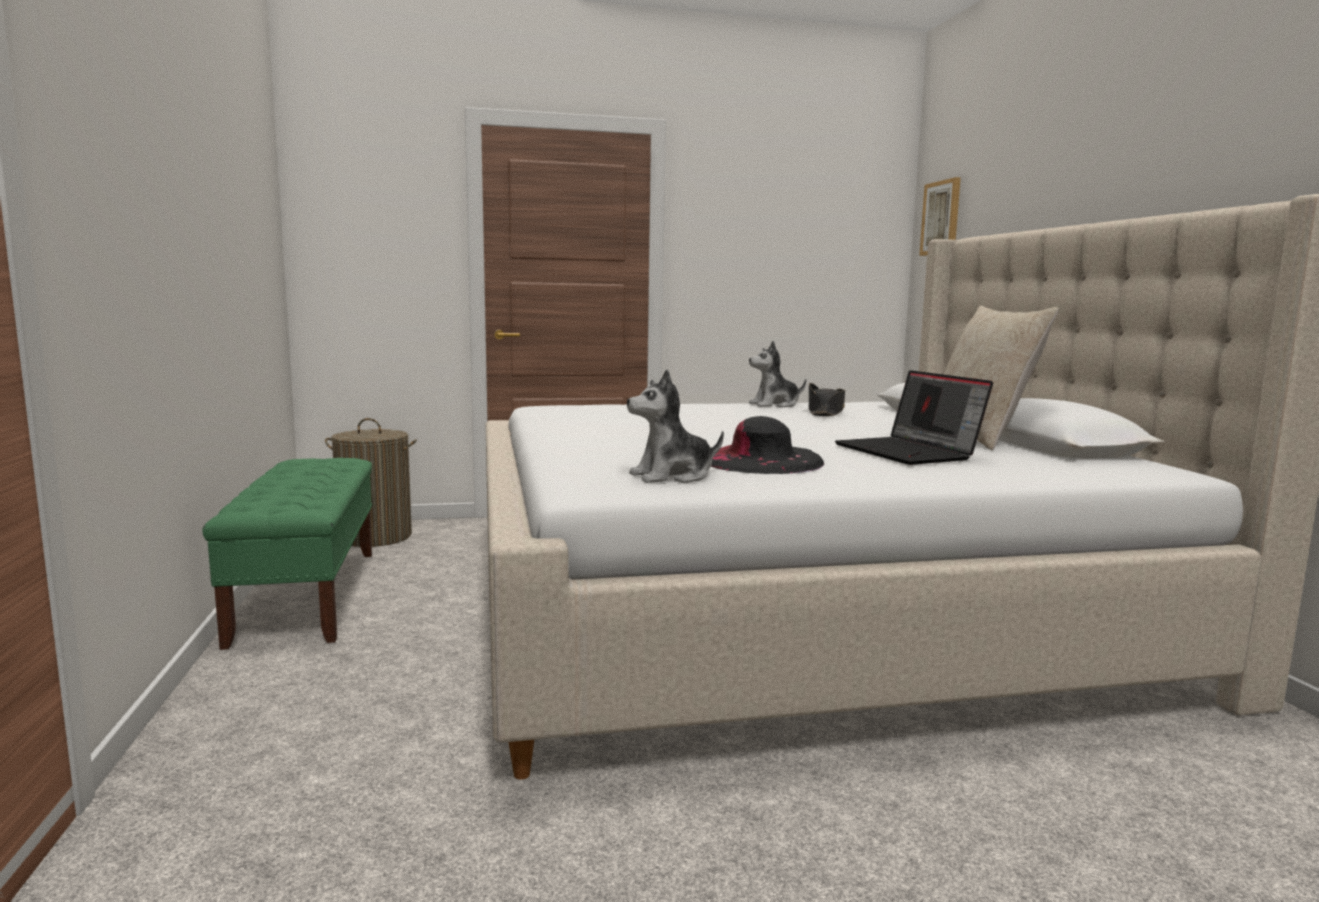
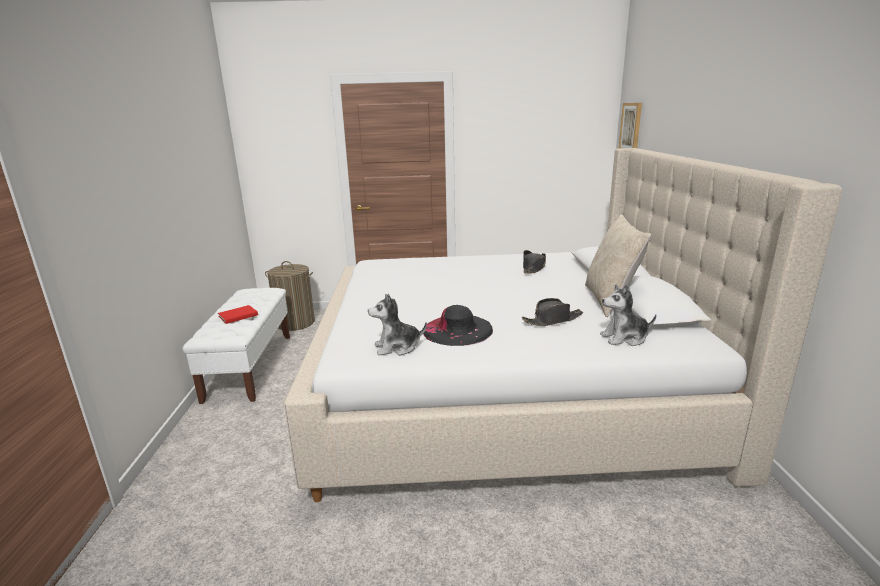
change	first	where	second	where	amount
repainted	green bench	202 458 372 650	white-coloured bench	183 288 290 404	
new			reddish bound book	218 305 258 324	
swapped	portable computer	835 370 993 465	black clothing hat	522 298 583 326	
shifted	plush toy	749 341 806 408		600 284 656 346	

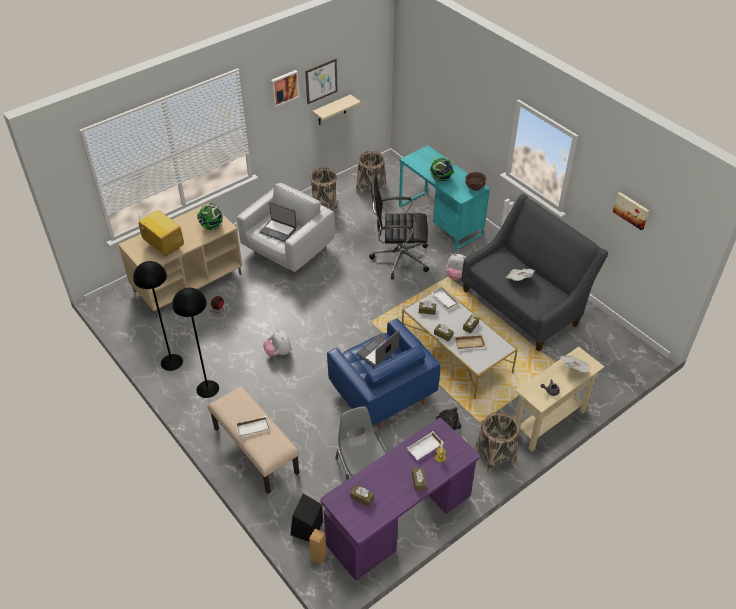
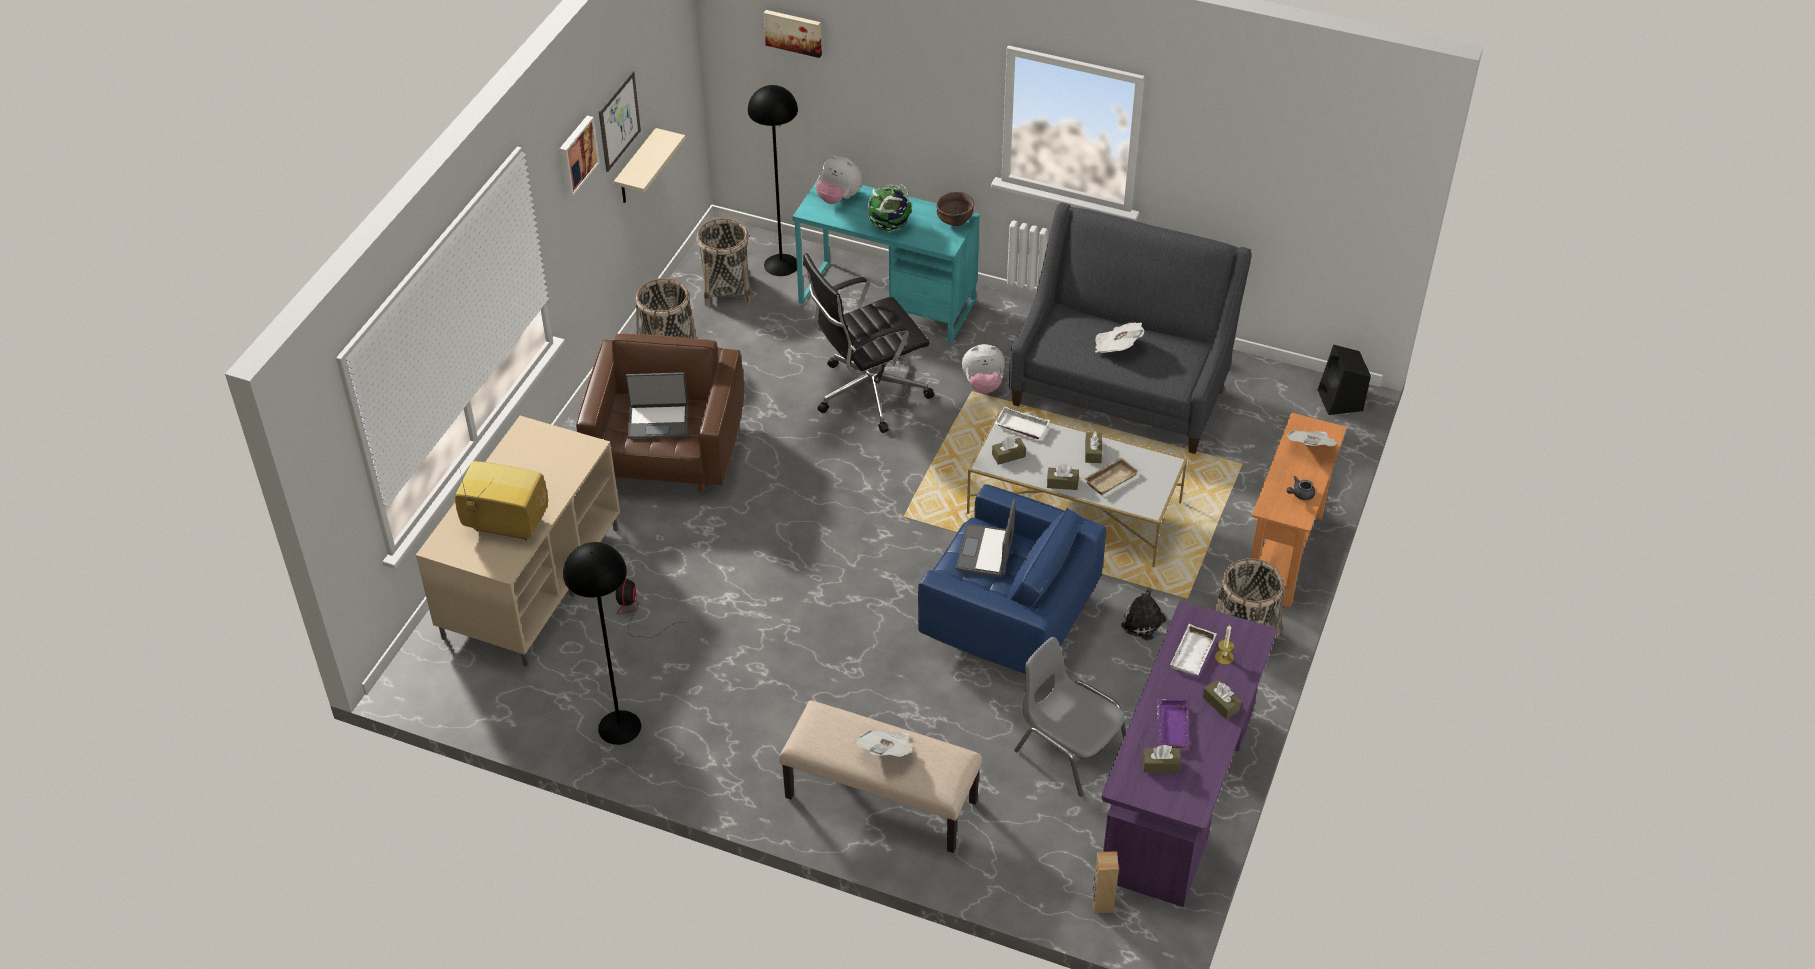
change	first	where	second	where	amount
repainted	white-coloured armchair	237 183 335 273	brownish armchair	576 334 744 492	
shifted	black standard lamp	172 288 219 398		748 85 798 276	
shifted	picture	613 192 649 231		764 10 822 58	
shifted	plush toy	263 330 291 356		815 155 862 204	
swapped	white-coloured serving tray	236 416 270 436	newspaper	856 729 913 757	
new			purple serving tray	1157 699 1189 748	
repainted	sand-coloured console table	515 347 605 452	orange-coloured console table	1251 412 1347 607	
shifted	black speaker	290 494 323 542		1318 345 1371 415	
gone	globe	197 202 223 230			

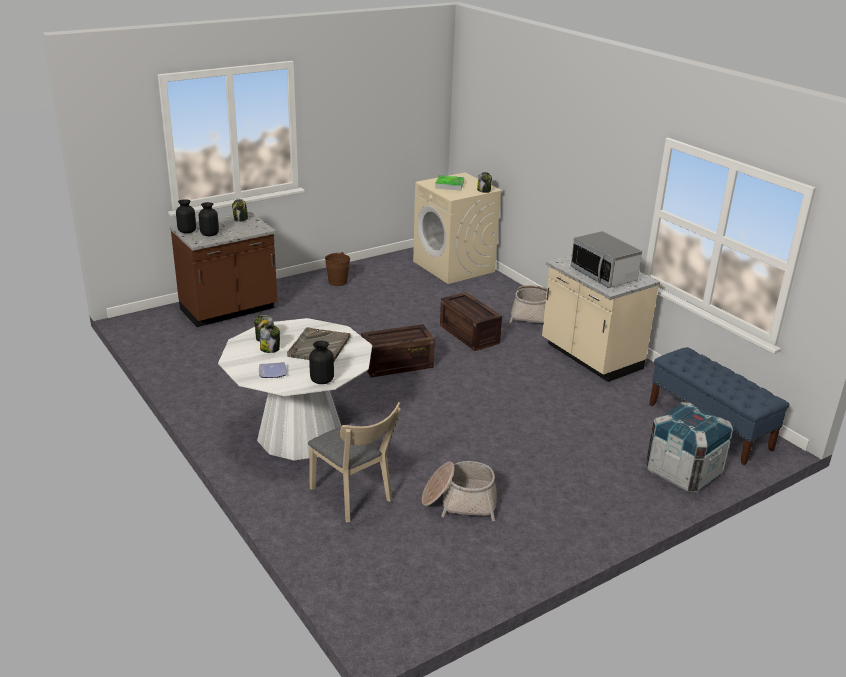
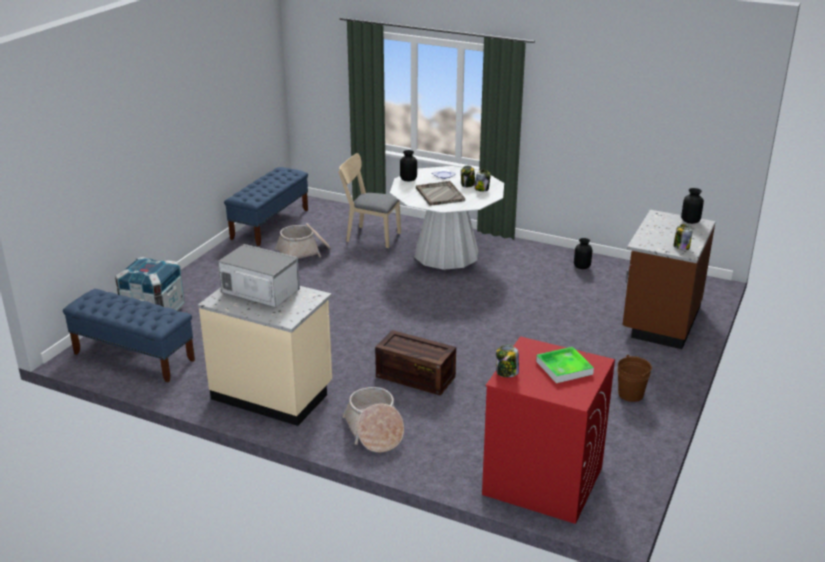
change	first	where	second	where	amount
new			bluish bench	224 167 308 246	
repainted	sand-coloured washing machine	413 173 503 284	reddish washing machine	482 336 615 524	
shifted	black decorative vase	199 202 219 236		574 238 592 269	
gone	packing crate	361 324 435 378			

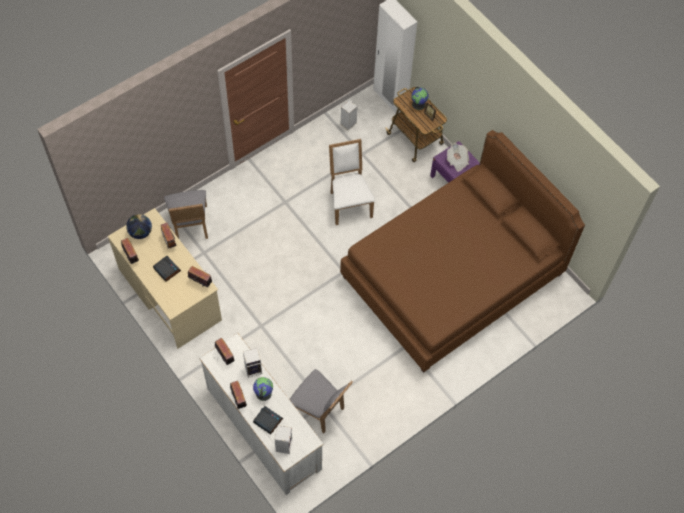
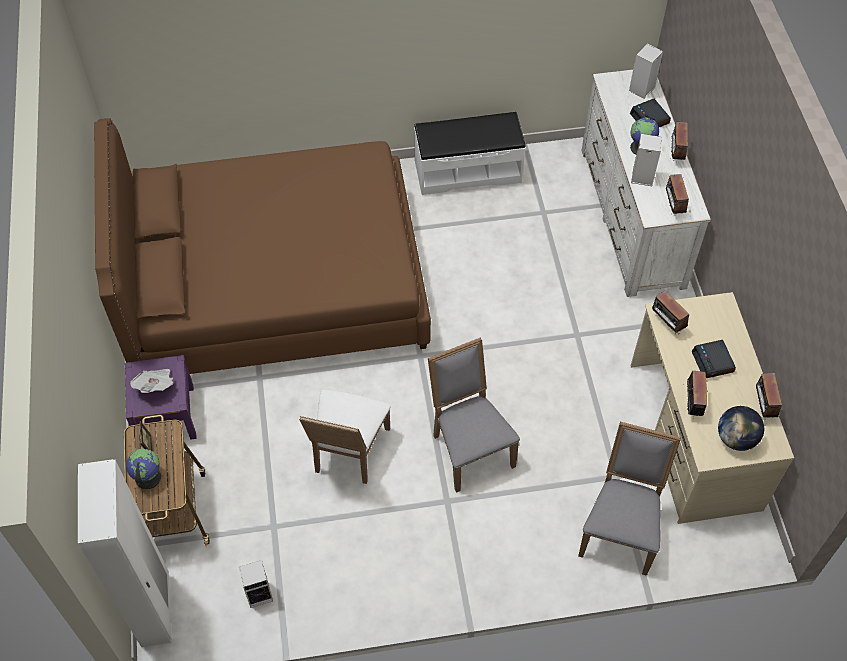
change	first	where	second	where	amount
new			white-coloured bench	414 112 526 195	
shifted	gray chair	289 369 353 433		428 337 520 493	

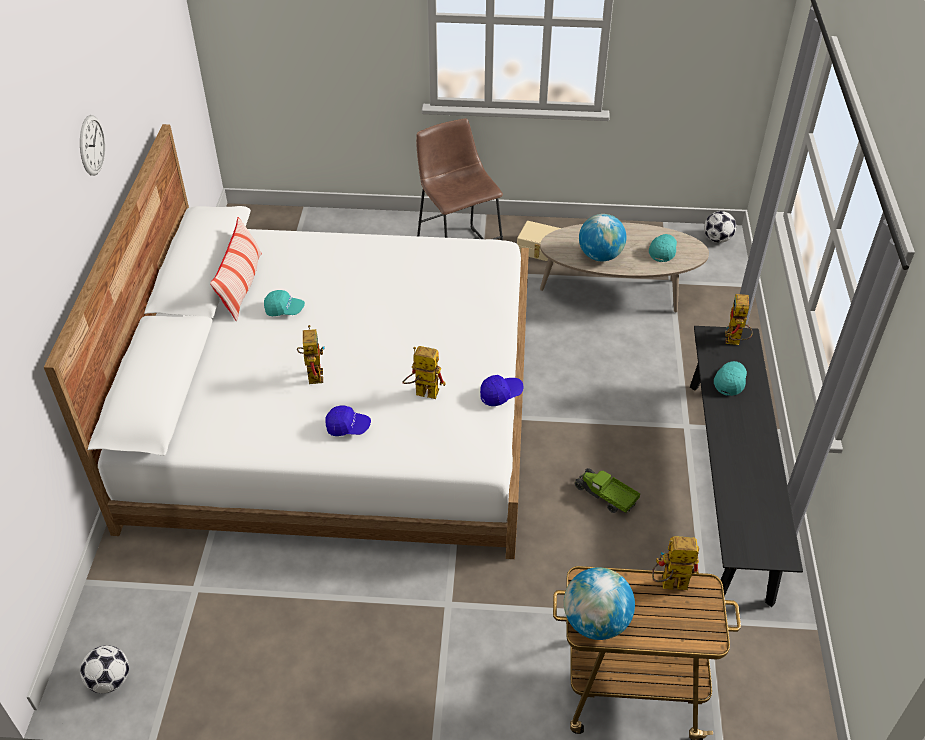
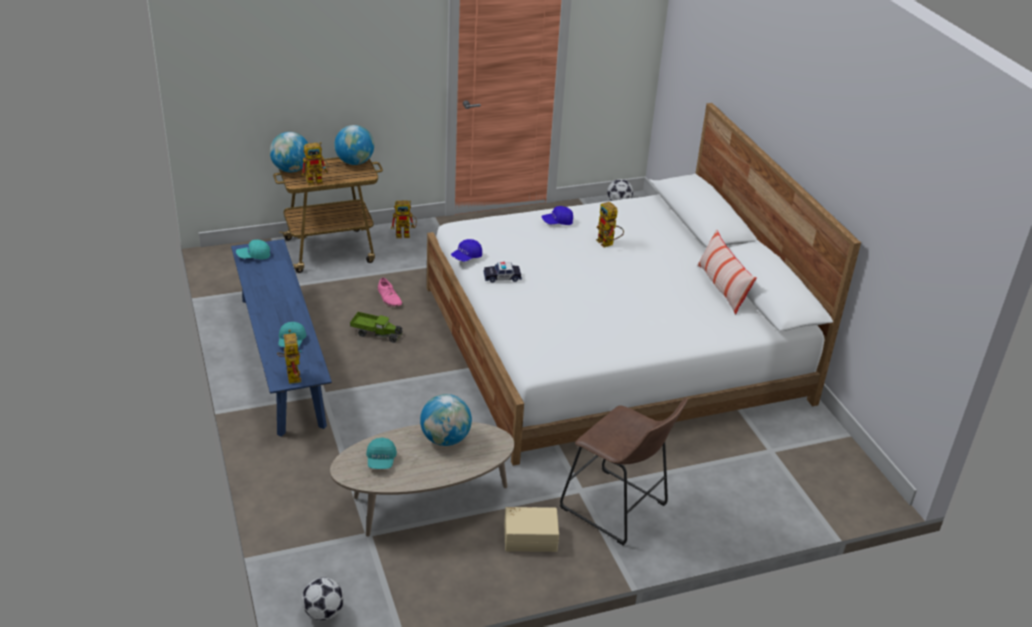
change	first	where	second	where	amount
repainted	black bench	690 326 803 607	bluish bench	231 239 332 437	
shifted	turquoise peaked cap	264 290 305 316		236 240 270 259	
new			globe	270 132 308 172	
new			pink-coloured shoe	378 278 402 307	
shifted	model robot	402 346 446 399		391 200 417 238	
new			model car	483 262 522 283	
gone	hanging clock	80 115 105 176			

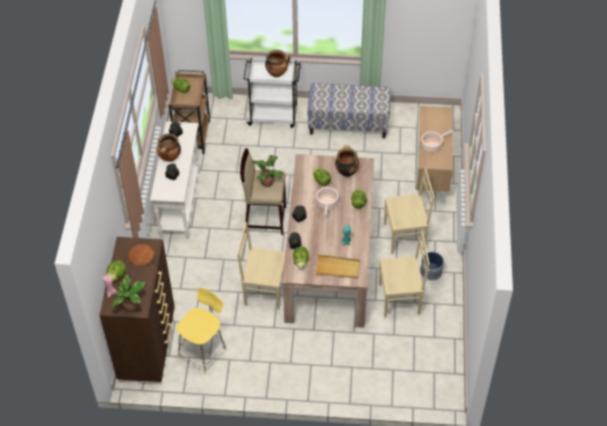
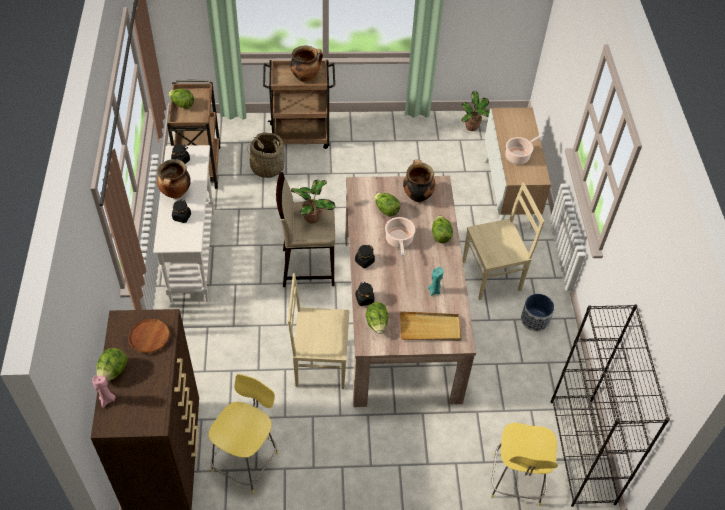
change	first	where	second	where	amount
new			storage basket	247 132 285 178	
repainted	white-coloured cart	243 58 301 128	brownish cart	263 60 335 149	
shifted	potted plant	112 274 146 312		461 91 490 131	
new			yellow-coloured stool	491 423 558 506	
new			black bookshelf	551 304 670 507	
gone	bench	308 83 391 138			
gone	sand-coloured chair	379 231 430 317			

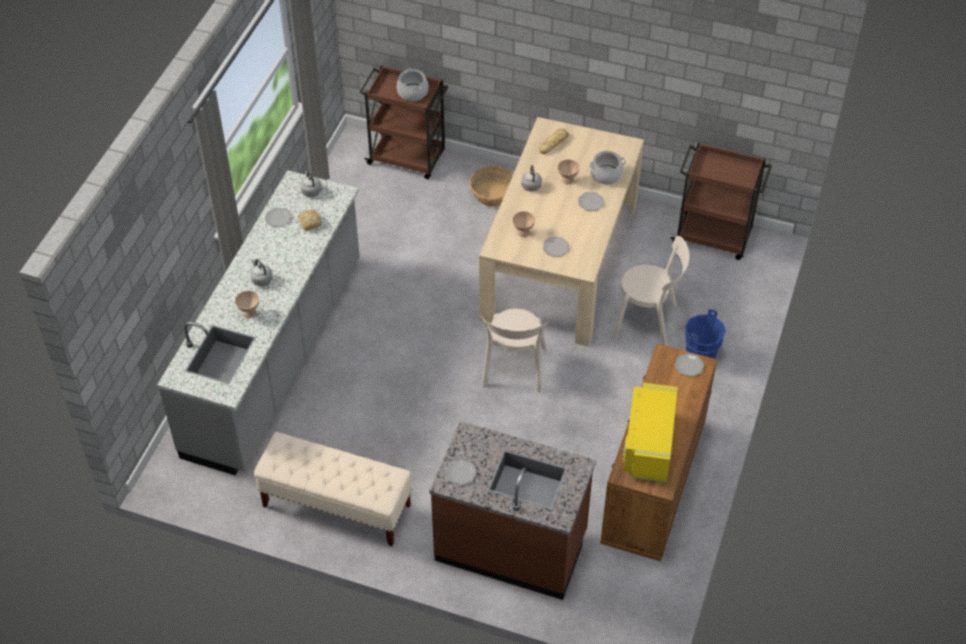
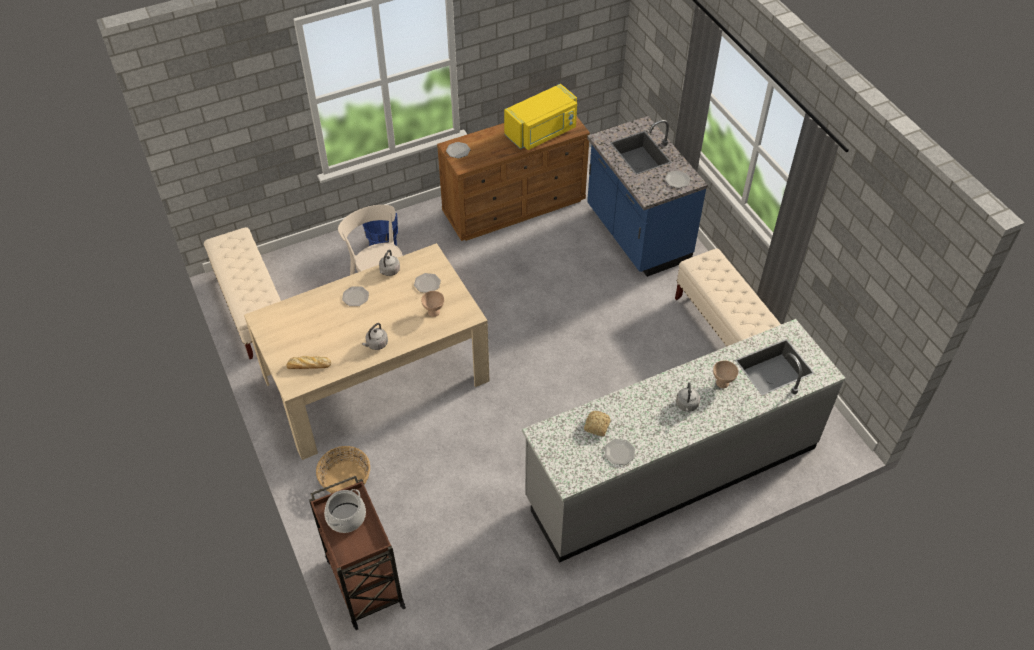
change	first	where	second	where	amount
swapped	brownish cart	670 143 772 260	sand-coloured bench	204 227 281 359	
shifted	gray kettle	300 170 322 197		379 249 400 276	
repainted	brownish kitchen base unit	430 421 596 600	bluish kitchen base unit	587 116 708 277	
gone	sand-coloured chair	480 309 548 392			
gone	sand-coloured serving bowl	558 159 580 185			
gone	stockpot	589 151 626 185			

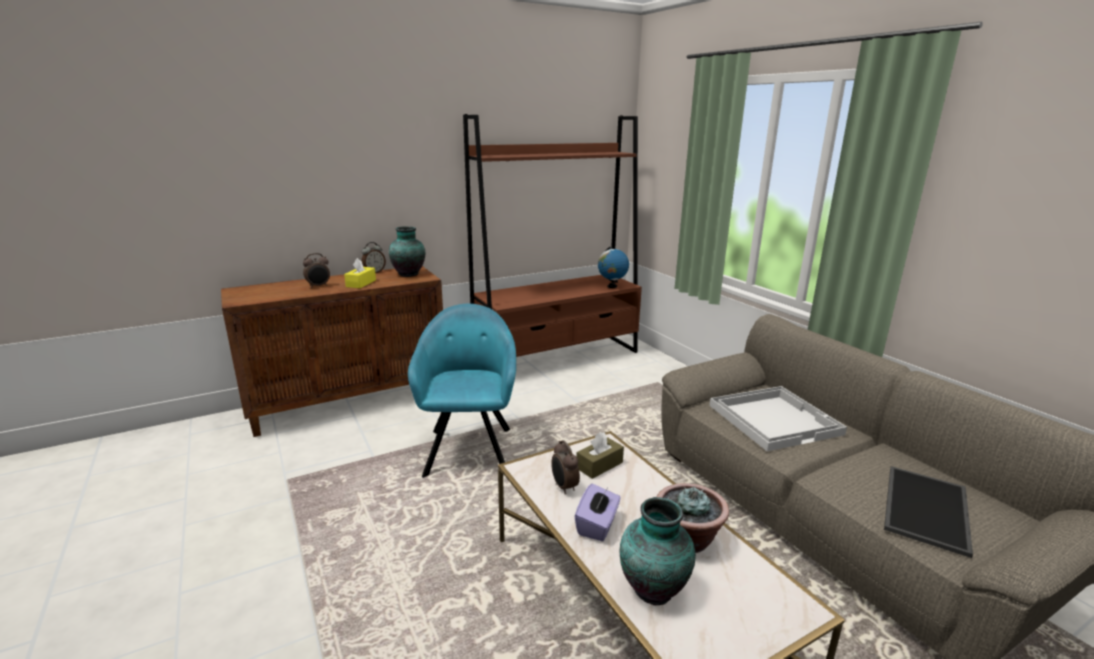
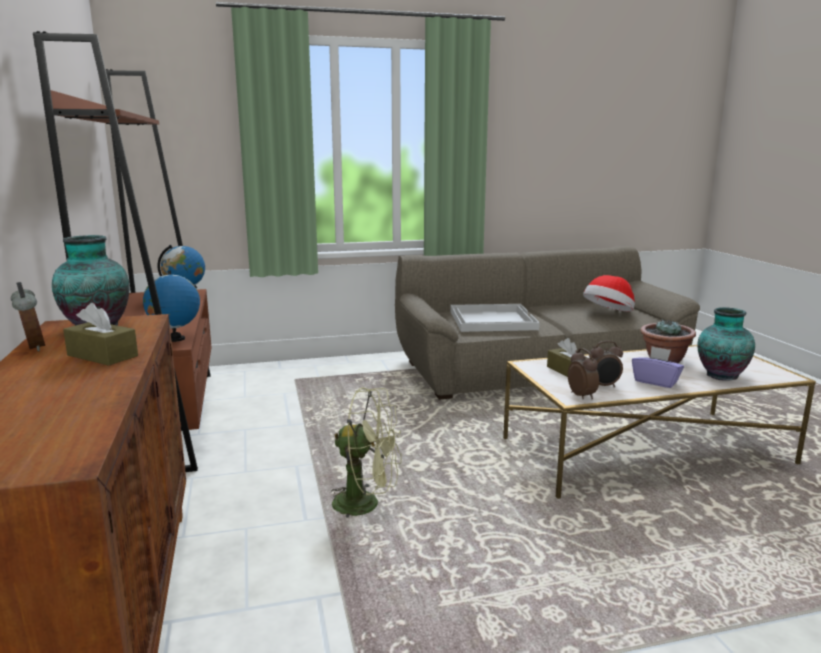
change	first	where	second	where	amount
repainted	yellow-coloured tissue holder	344 258 376 288	brownish tissue holder	63 303 138 366	
new			globe	143 270 200 342	
swapped	turquoise armchair	408 304 516 478	green electric fan	331 387 402 517	
shifted	table clock	303 253 330 288		568 348 599 399	
swapped	serving tray	884 466 973 558	clothing hat	583 275 635 312	

